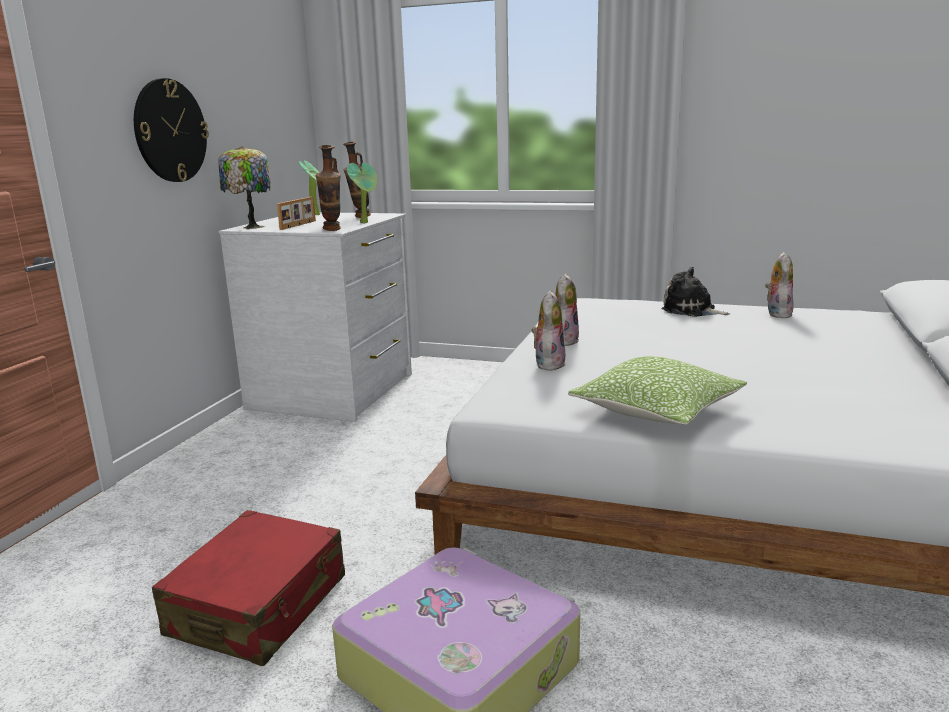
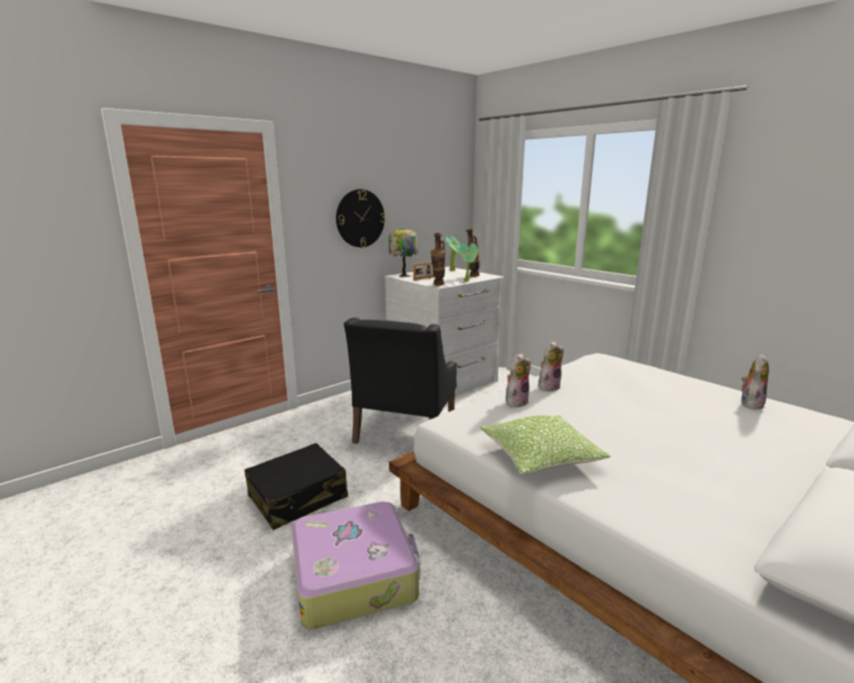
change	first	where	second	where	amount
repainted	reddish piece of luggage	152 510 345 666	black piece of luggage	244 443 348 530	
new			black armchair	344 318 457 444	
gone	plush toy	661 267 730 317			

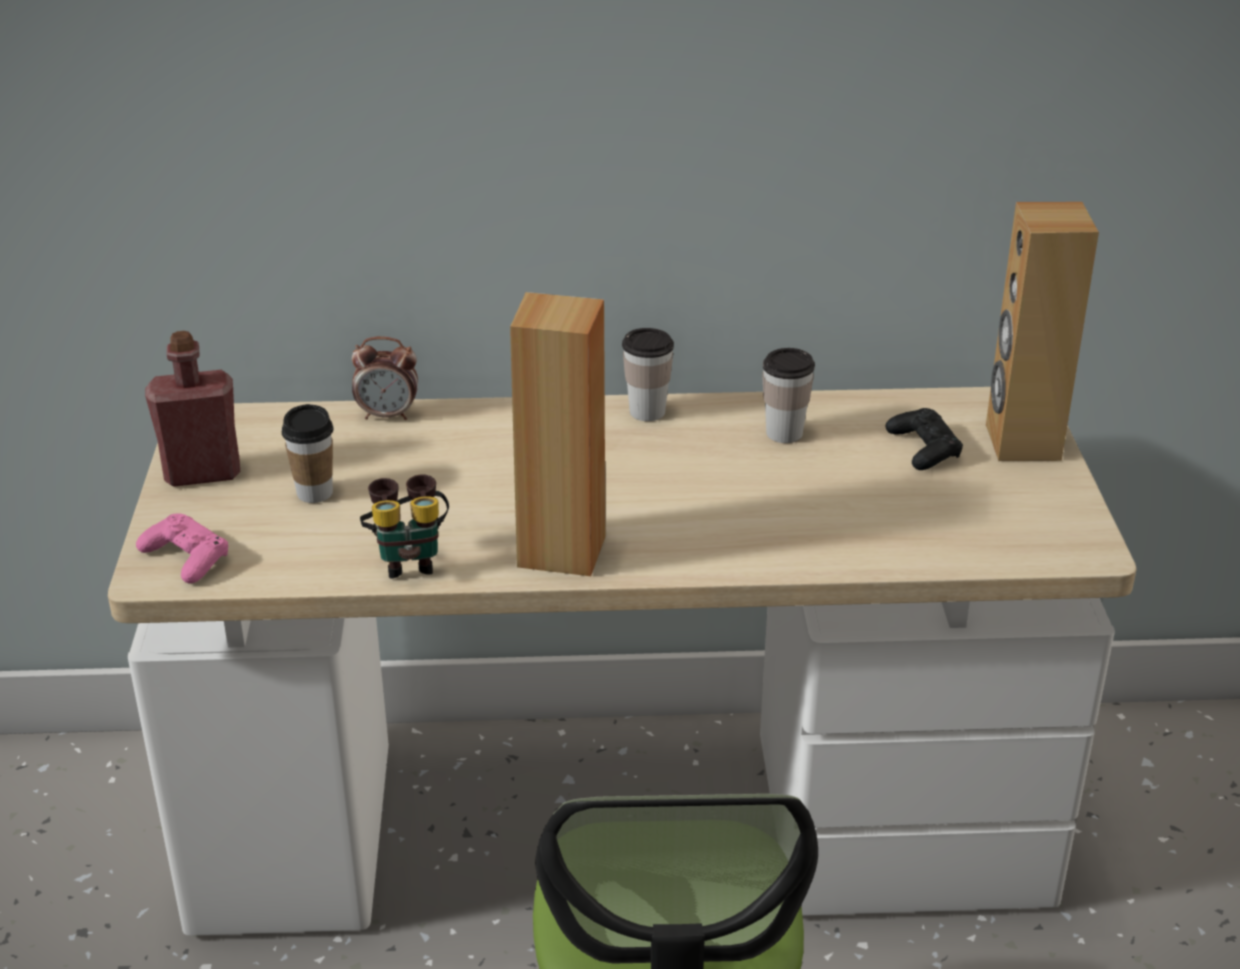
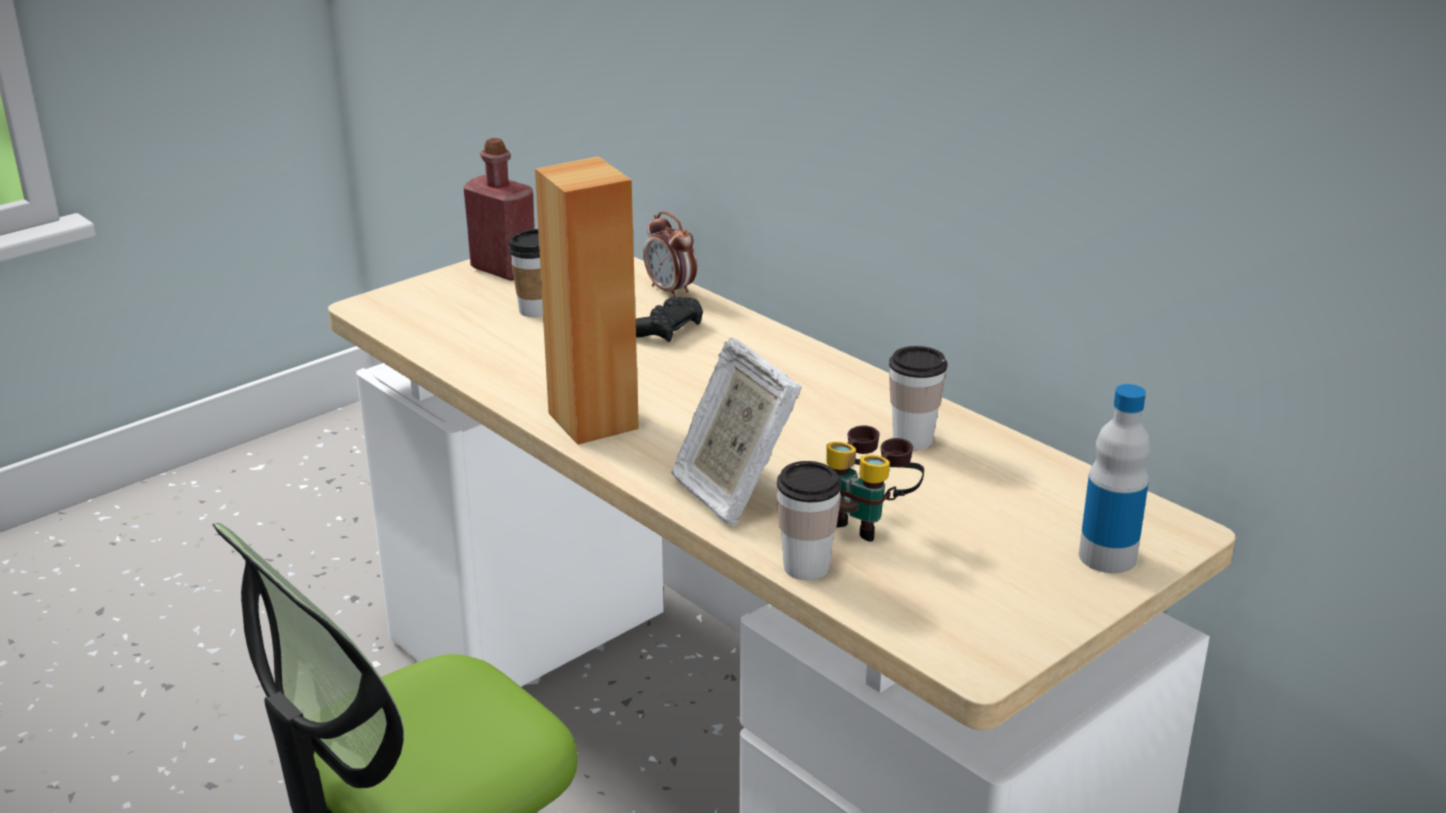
change	first	where	second	where	amount
shifted	black game controller	886 408 963 470		636 296 703 342	
new			photo frame	671 337 802 526	
shifted	drinking cup	622 328 674 421		776 461 841 580	
shifted	pair of binoculars	360 474 449 579		826 425 924 542	
swapped	brownish speaker	986 202 1099 461	drink bottle	1079 384 1151 573	
gone	pink-coloured game controller	136 513 228 583			

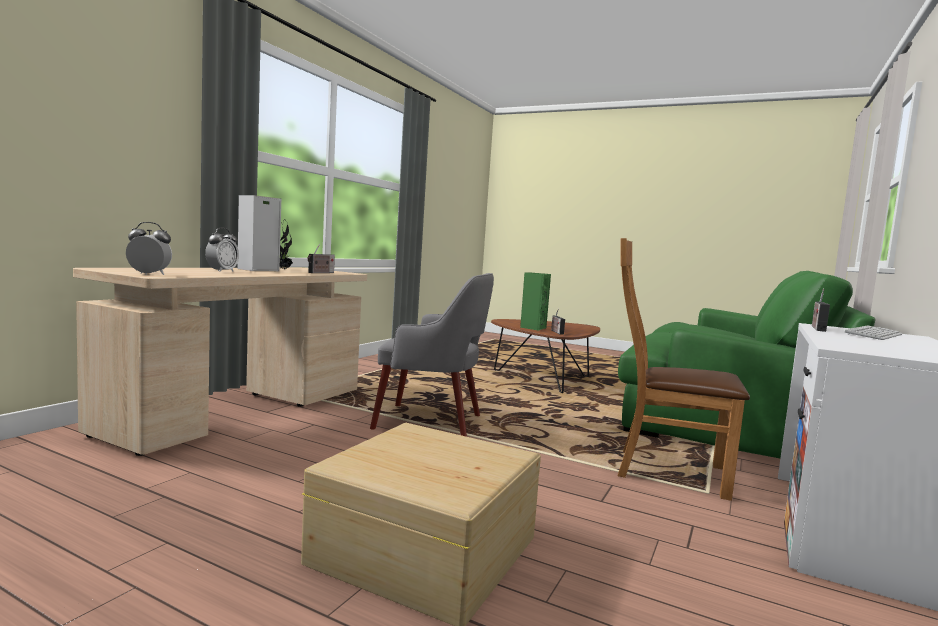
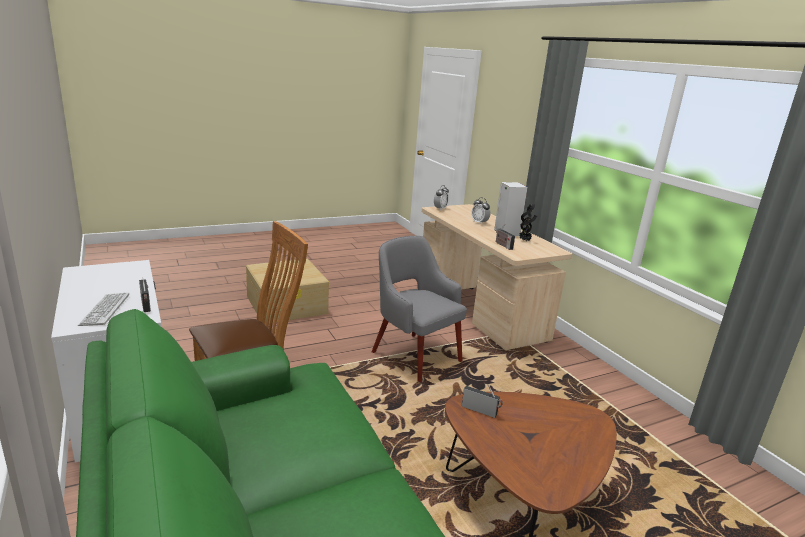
change	first	where	second	where	amount
rotated	gray armchair	370 273 494 437		372 236 467 382	90 degrees clockwise
gone	green speaker	520 272 551 331			

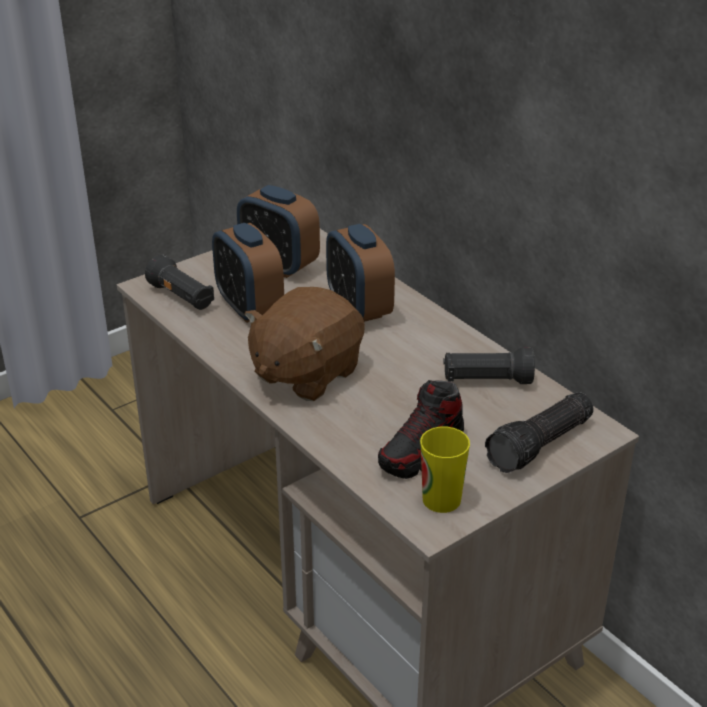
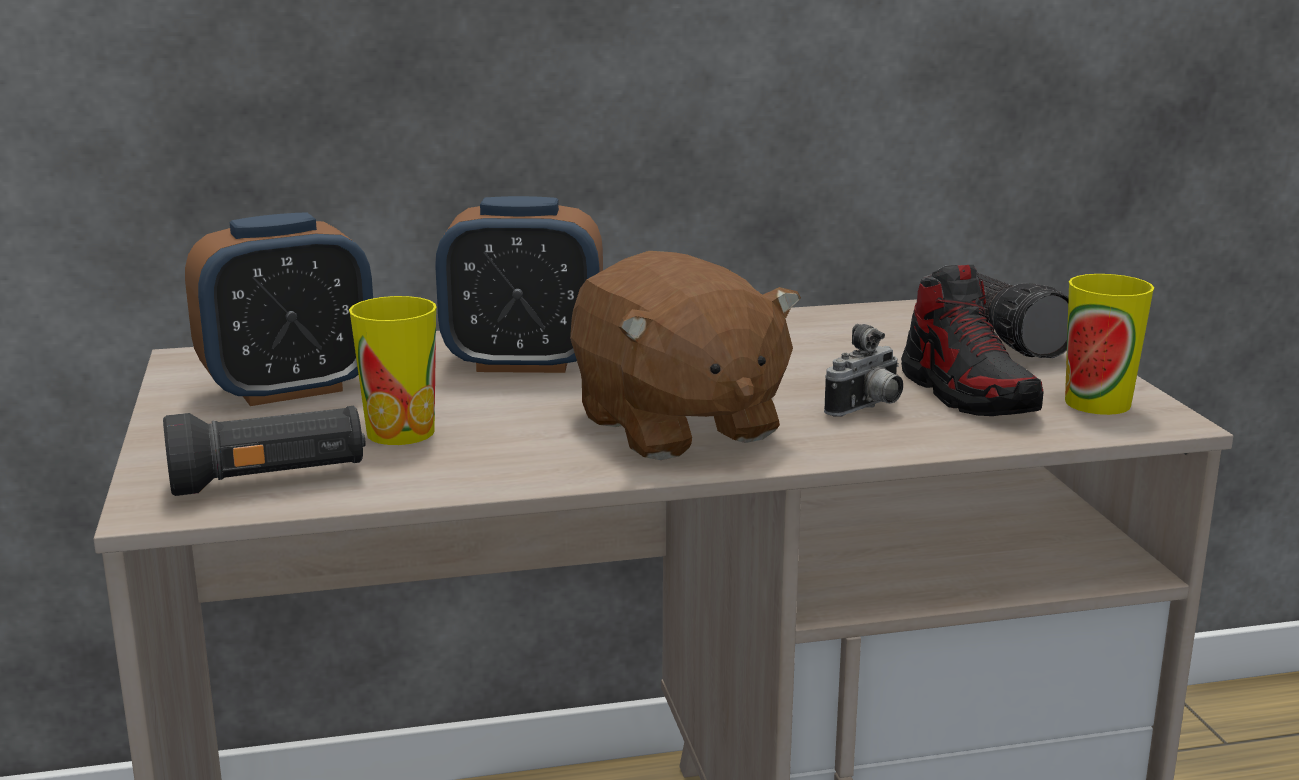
change	first	where	second	where	amount
swapped	table clock	212 223 284 323	drinking cup	349 296 437 445	
new			photo camera	824 324 903 417	
gone	black torch	443 347 535 384			

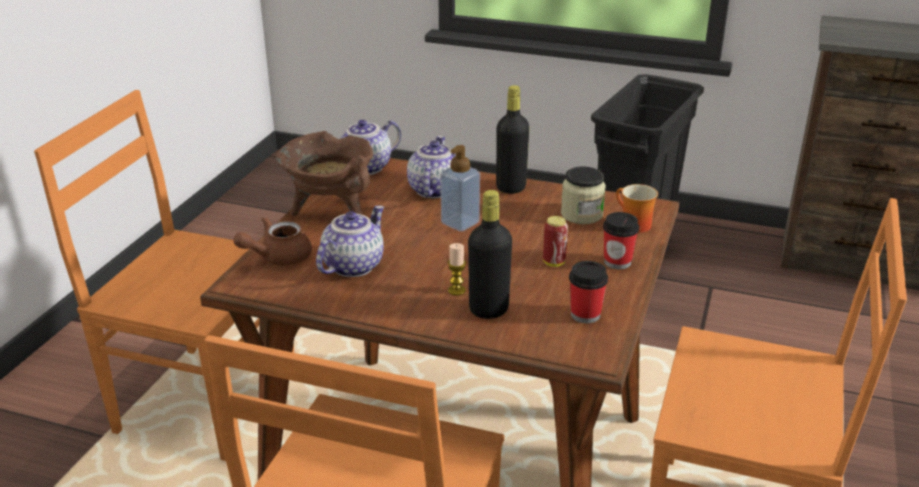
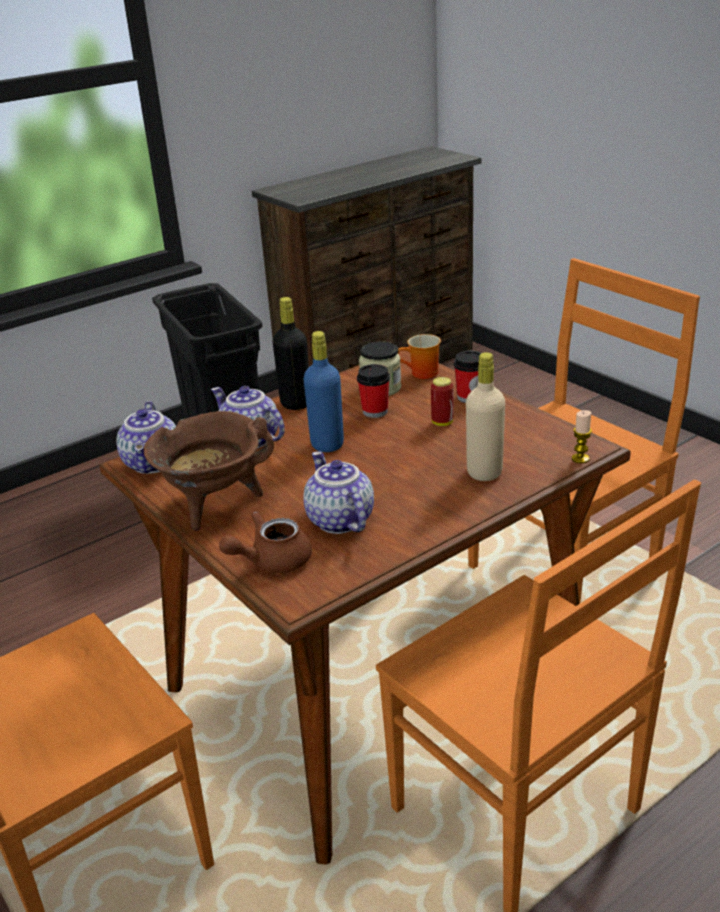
change	first	where	second	where	amount
rotated	brownish tea pot	233 217 312 266		219 512 312 573	60 degrees clockwise
swapped	soap dispenser	441 145 480 232	bluish drink bottle	304 331 344 452	
shifted	drinking cup	569 261 608 323		357 364 390 418	
repainted	black drink bottle	468 190 512 319	sand-coloured drink bottle	466 352 505 481	
shifted	candle	448 243 466 296		572 410 592 463	

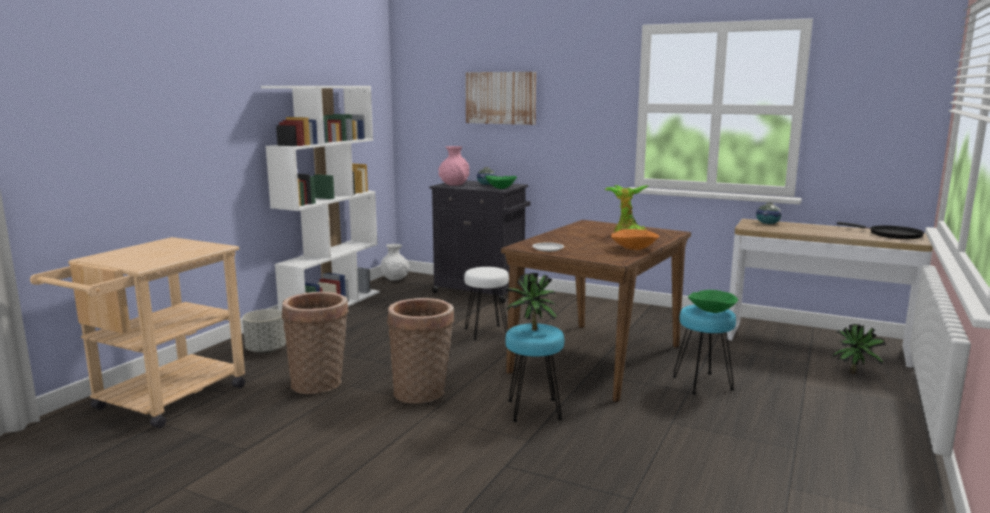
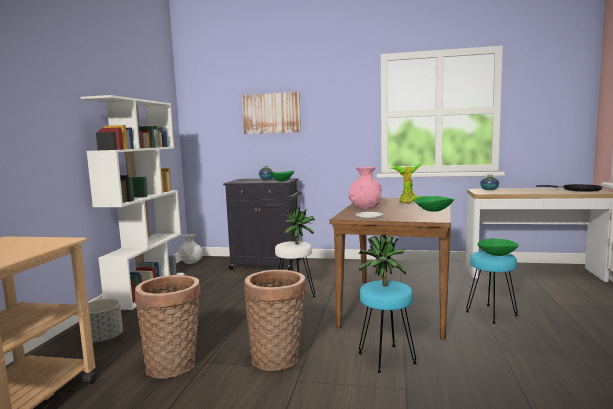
change	first	where	second	where	amount
shifted	potted plant	832 324 886 374		282 208 315 244	
shifted	pink-coloured decorative vase	438 146 470 186		348 167 382 209	
repainted	orange-coloured serving bowl	611 229 659 250	green serving bowl	415 196 454 212	

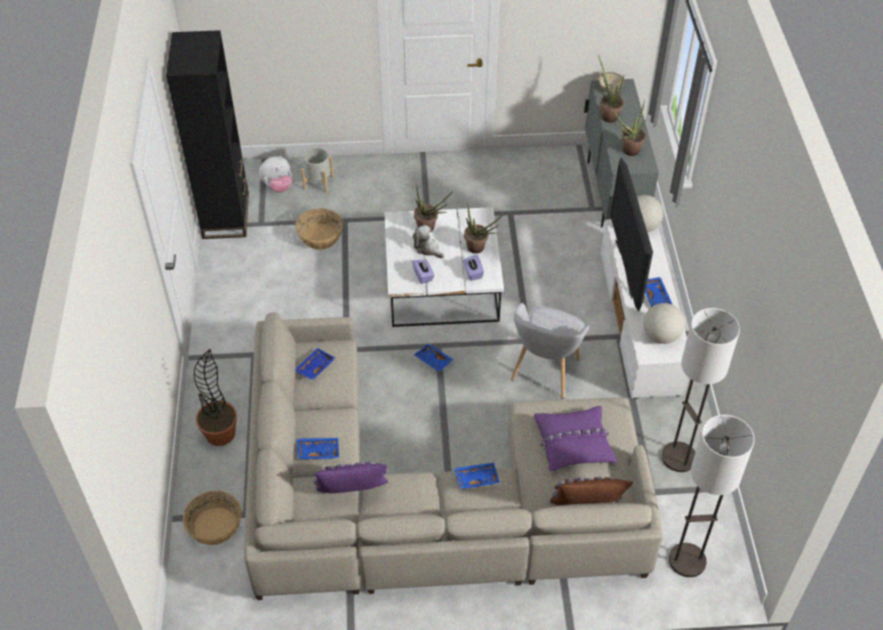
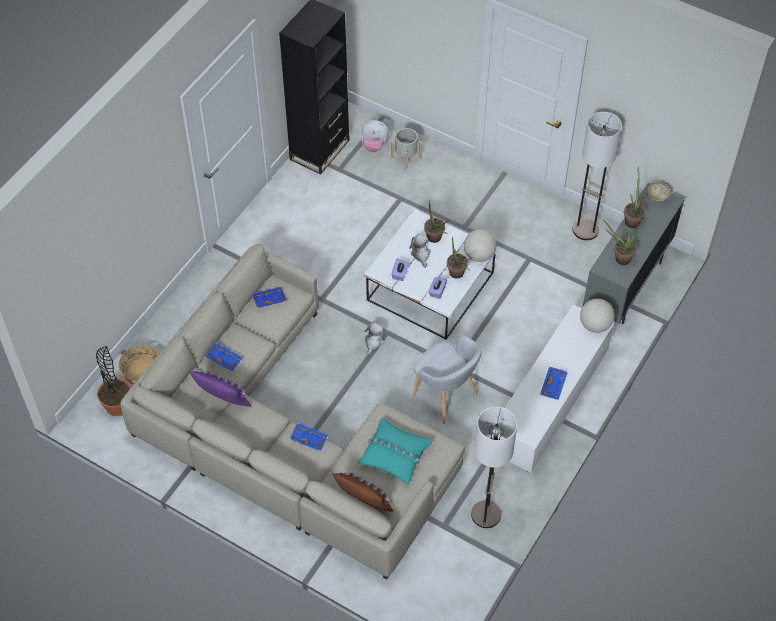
change	first	where	second	where	amount
shifted	potted plant	194 349 237 446		96 346 131 416	
repainted	purple pillow	534 406 617 471	turquoise pillow	358 418 434 485	
swapped	bluish serving tray	414 343 454 372	plush toy	364 322 384 356	
rotated	gray armchair	511 303 589 399		413 335 482 423	105 degrees counterclockwise
shifted	globe	643 303 685 344		464 229 497 262	
shifted	standard lamp	669 415 755 577		573 112 622 240	
gone	storage basket	295 208 343 250			
gone	TV set	611 157 653 311			

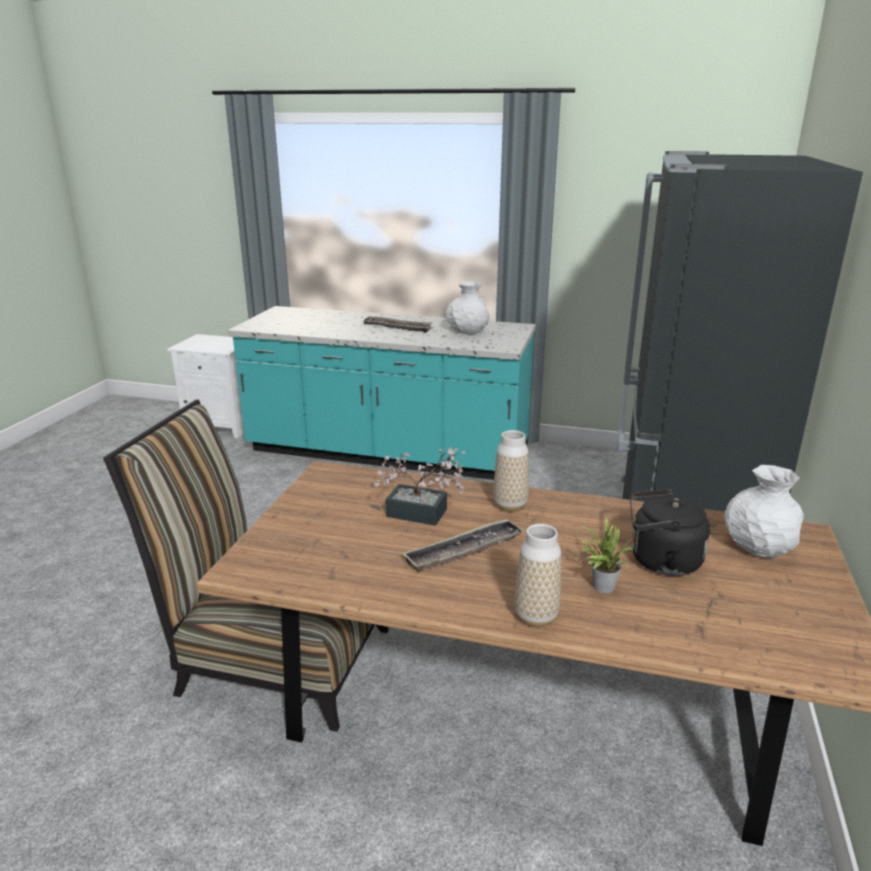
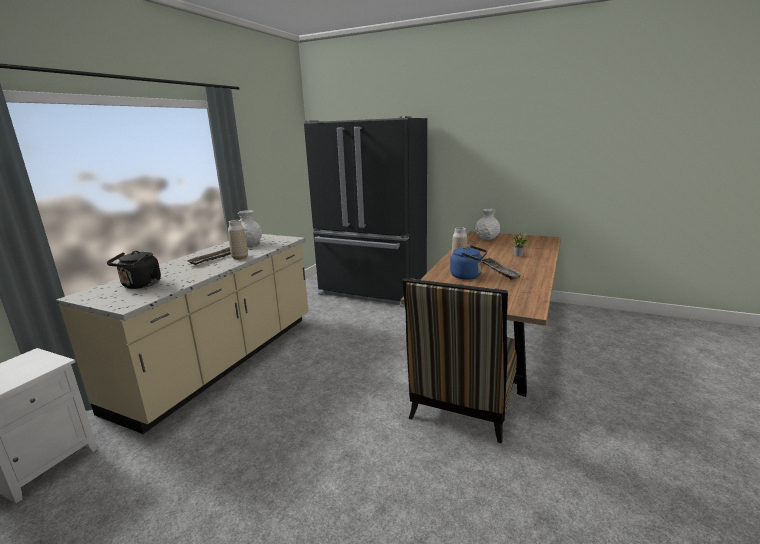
change	first	where	second	where	amount
repainted	turquoise kitchen base unit	228 306 536 480	sand-coloured kitchen base unit	56 234 309 434	
shifted	black kettle	630 489 710 576		107 251 161 289	
shifted	decorative vase	514 524 561 627		228 220 248 260	
swapped	potted plant	374 448 465 526	bluish kettle	450 245 487 280	

